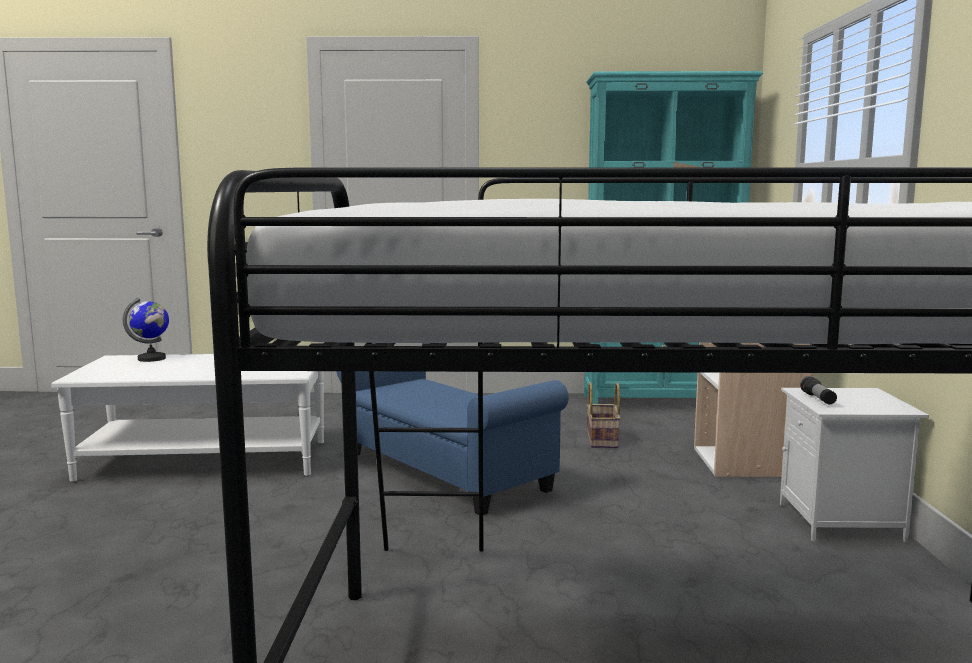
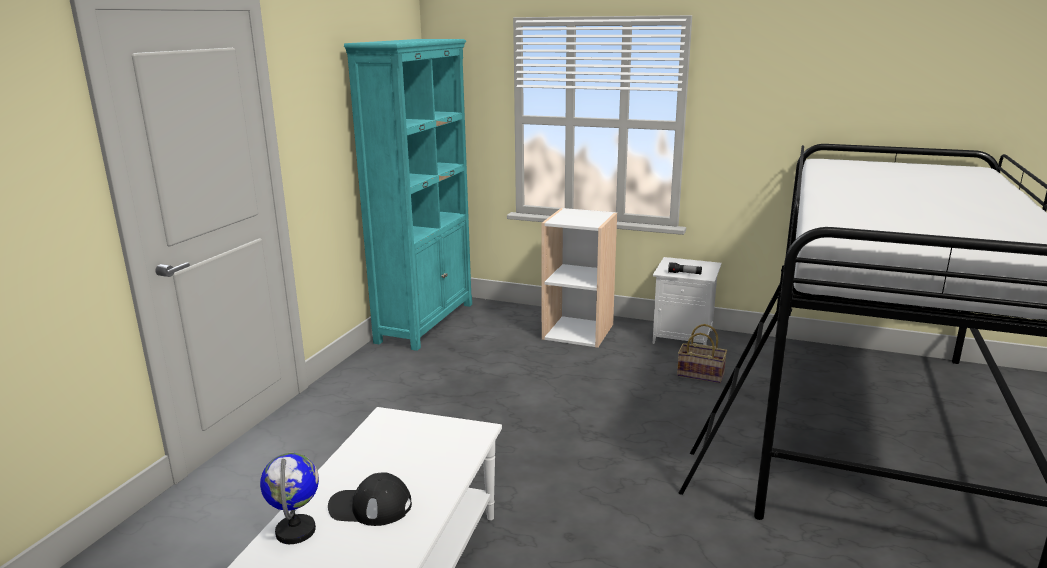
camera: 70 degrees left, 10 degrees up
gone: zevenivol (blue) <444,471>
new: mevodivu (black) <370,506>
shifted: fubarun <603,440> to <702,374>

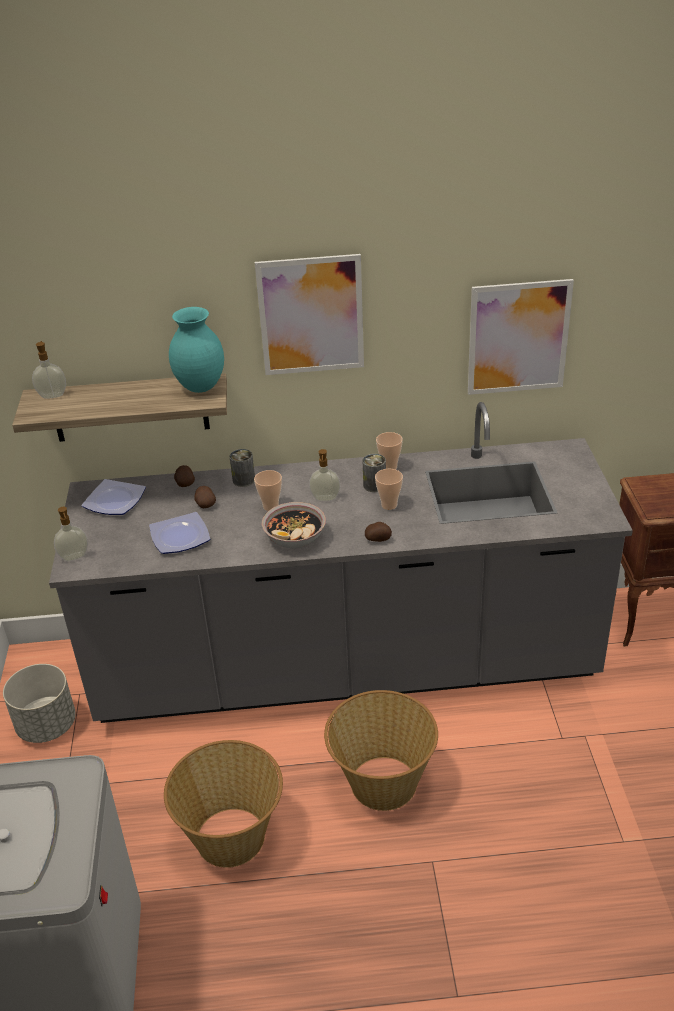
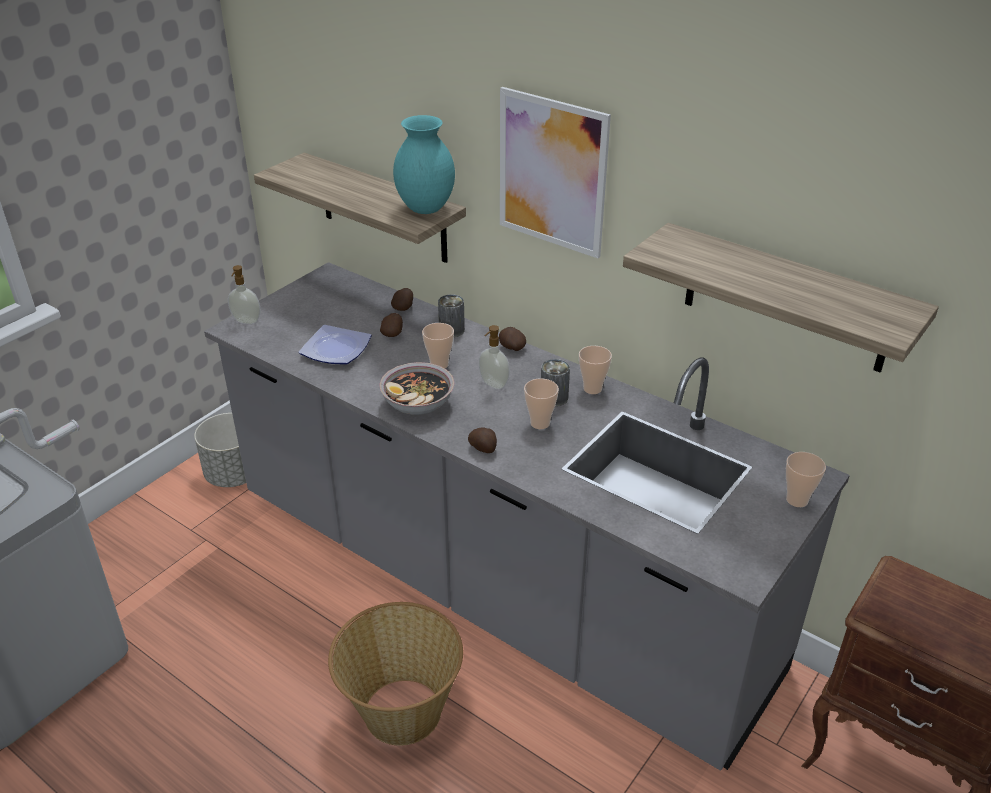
camera: 40 degrees right, 0 degrees up
gone: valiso <52,395>; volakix <116,501>; fubarun <232,837>
new: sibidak <511,348>; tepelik <797,500>
swapped: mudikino <518,337> to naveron <786,299>

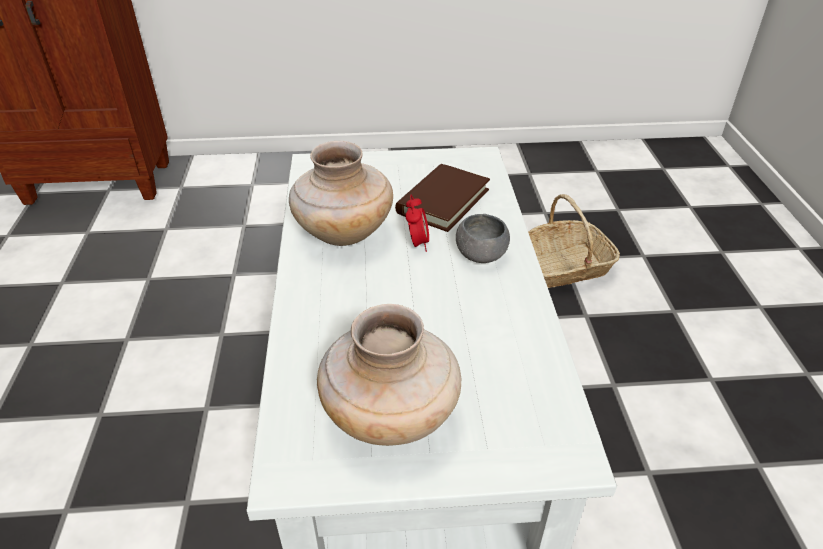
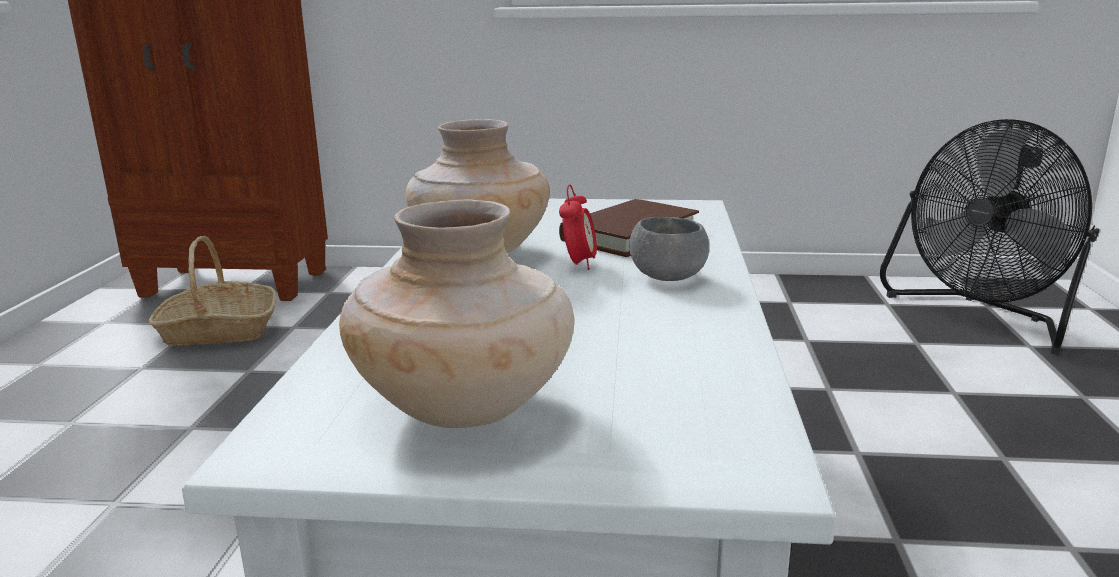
camera: 10 degrees right, 20 degrees down
new: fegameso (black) <981,313>
shifted: fubarun <563,266> to <218,331>

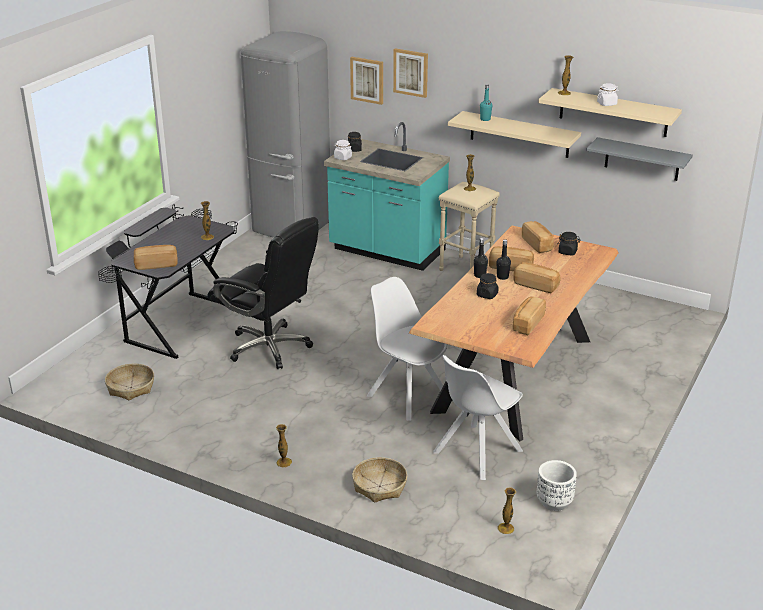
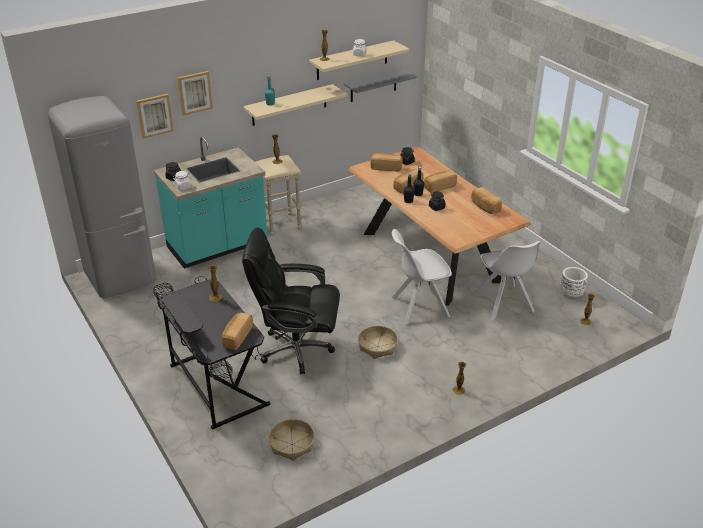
camera: 60 degrees left, 5 degrees up
shifted: fubarun <379,486> to <377,346>
rotated: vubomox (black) <267,346> = <298,349> 150 degrees counterclockwise

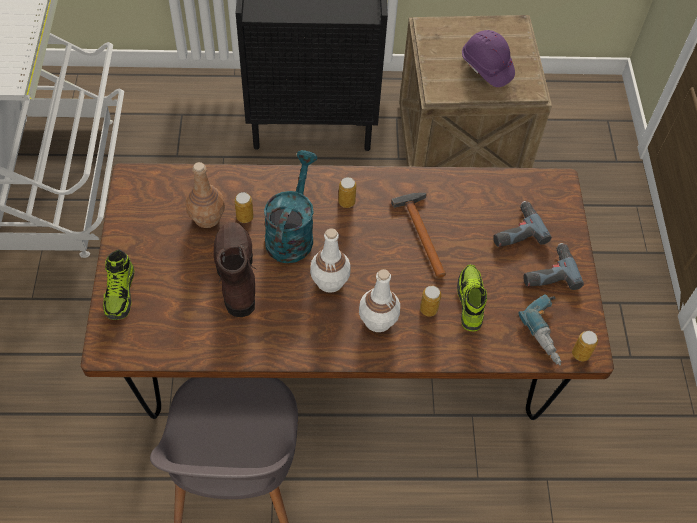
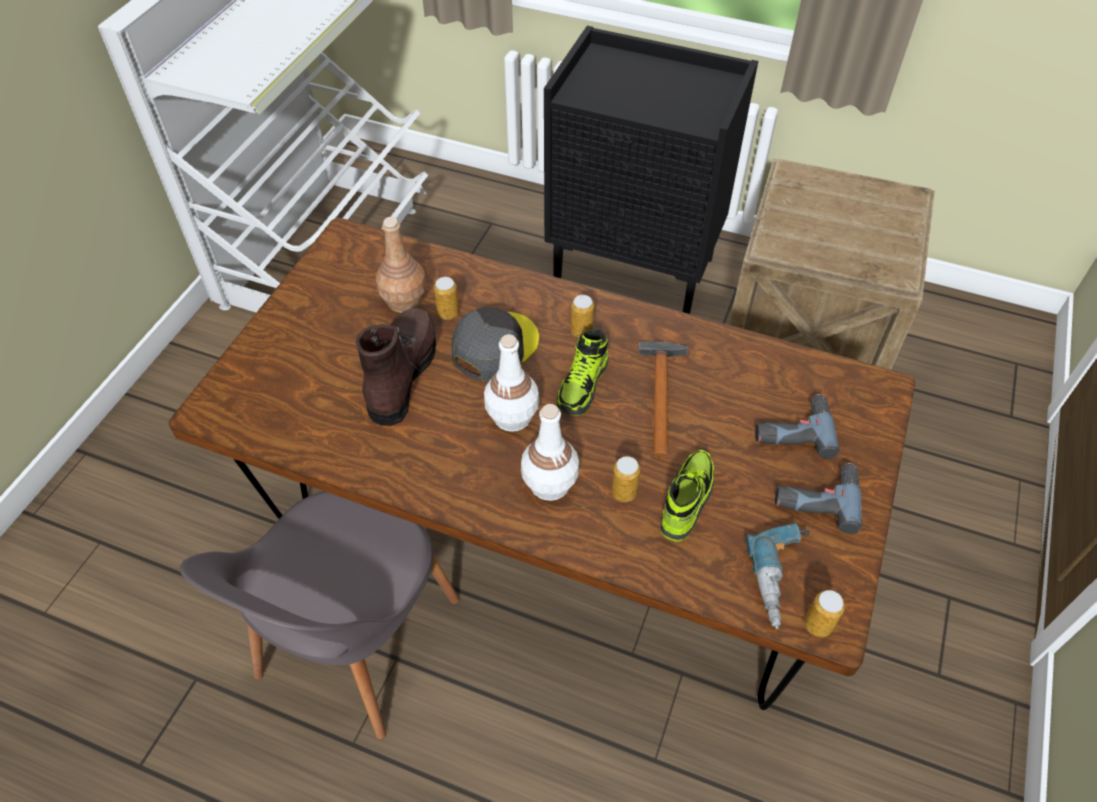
camera: 25 degrees right, 5 degrees down
gone: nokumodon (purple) <486,67>
shifted: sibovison <120,293> to <583,386>
swapped: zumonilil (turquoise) <291,233> to mevodivu (grey) <494,347>

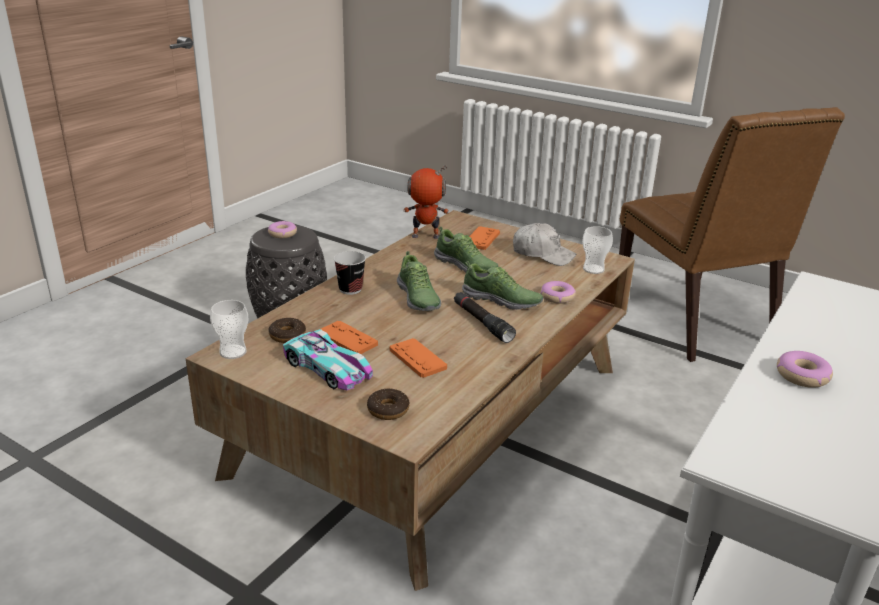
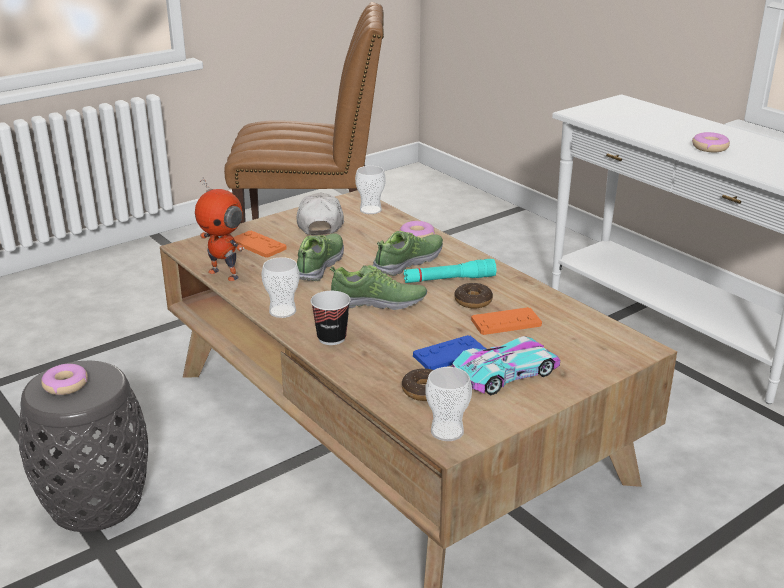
camera: 70 degrees left, 0 degrees up
new: tepelik <282,311>
shifted: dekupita <388,410> to <473,301>
repainted: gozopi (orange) <347,339> to gozopi (blue) <449,354>; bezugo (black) <482,323> to bezugo (turquoise) <449,279>
rotated: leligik <425,237> = <225,274> 75 degrees counterclockwise; sibovison <466,266> = <320,265> 45 degrees counterclockwise; mevodivu (white) <542,254> = <320,224> 45 degrees counterclockwise

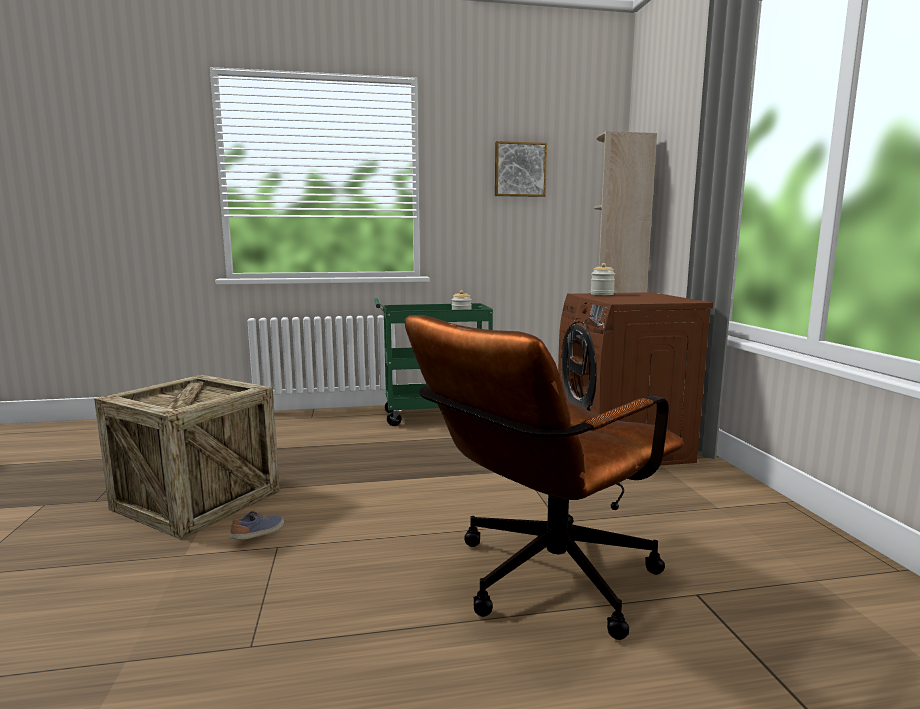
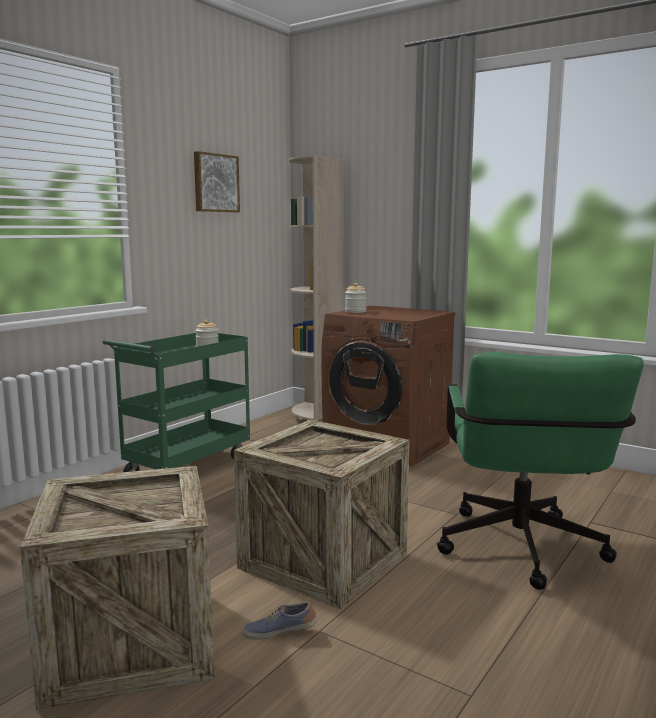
camera: 45 degrees left, 0 degrees up
new: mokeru <323,560>
repainted: vubomox (brown) <541,581> to vubomox (green) <522,554>
rotated: sibovison <259,534> = <279,632> 75 degrees counterclockwise

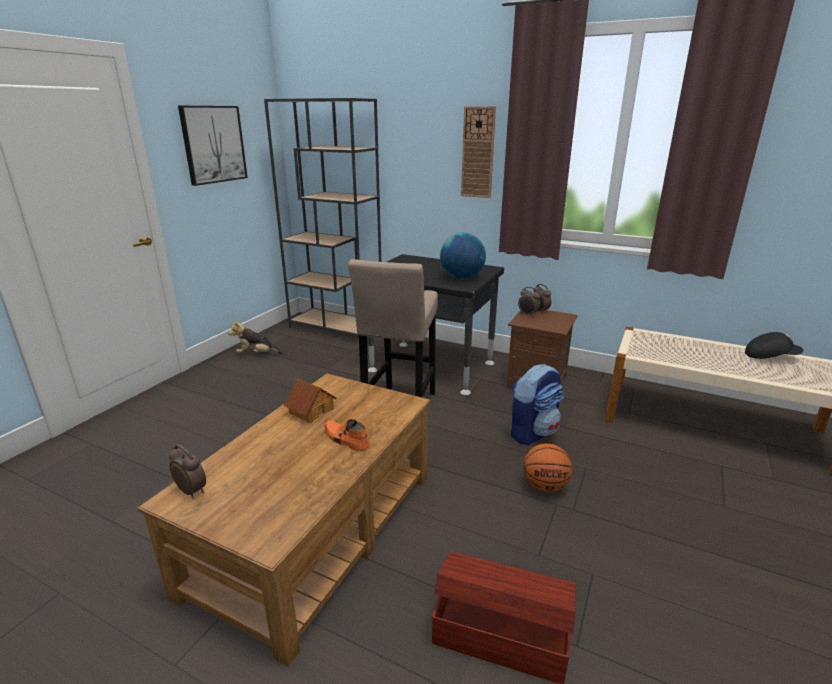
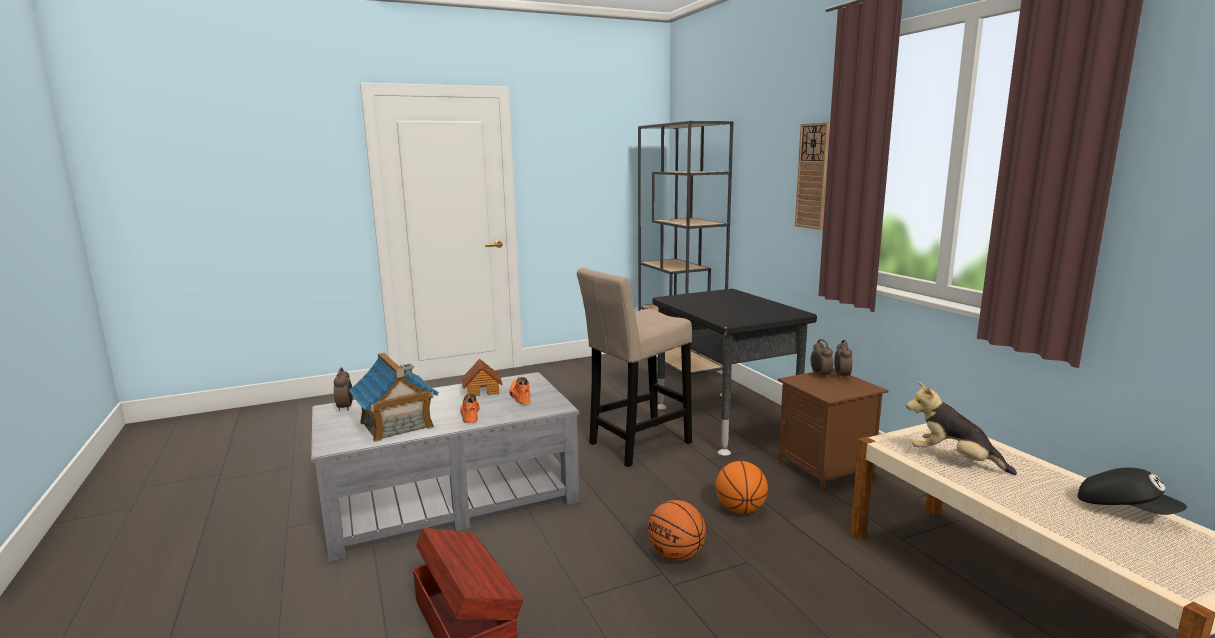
camera: 40 degrees right, 10 degrees down
gone: mudikino <213,144>; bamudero <461,277>
new: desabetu <396,425>; sibovison (orange) <520,396>
shifted: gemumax <257,354> to <953,460>
swapped: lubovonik <533,432> to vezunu <740,510>
repainted: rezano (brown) <314,530> to rezano (grey) <449,498>

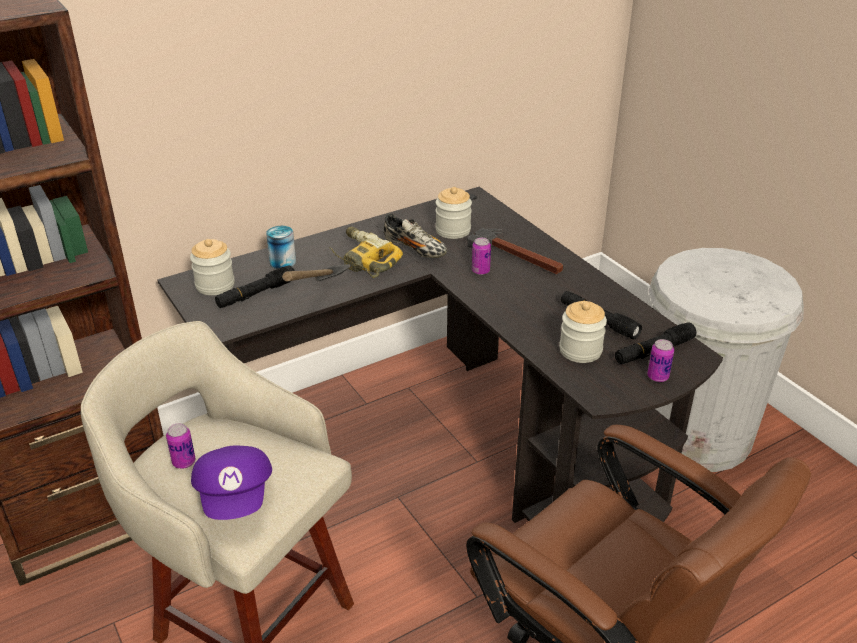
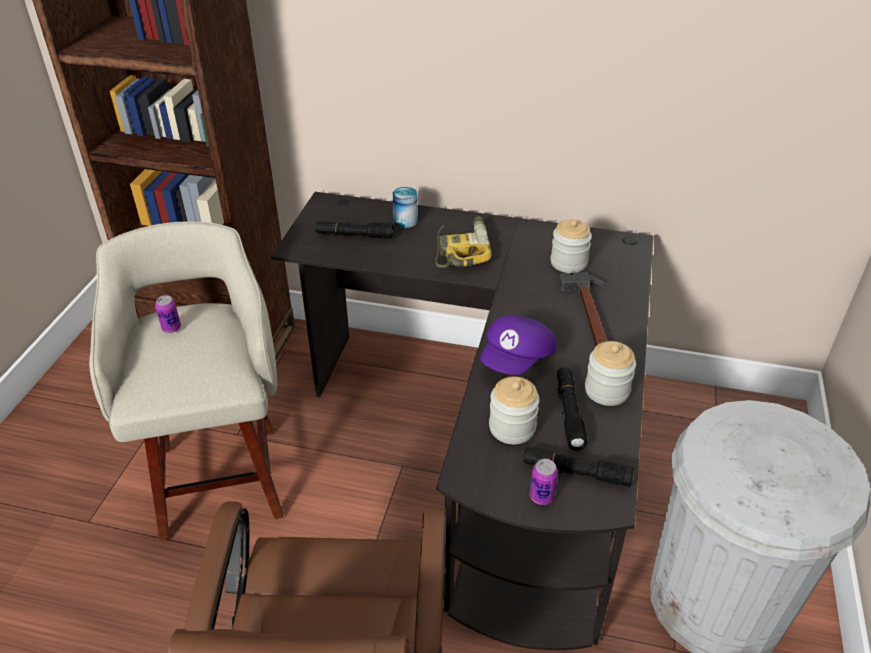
camera: 45 degrees right, 5 degrees up
gone: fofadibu <318,304>; sibovison <415,249>; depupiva <480,271>
shifted: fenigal <215,285> to <606,390>; mevodivu (purple) <236,496> to <517,359>

